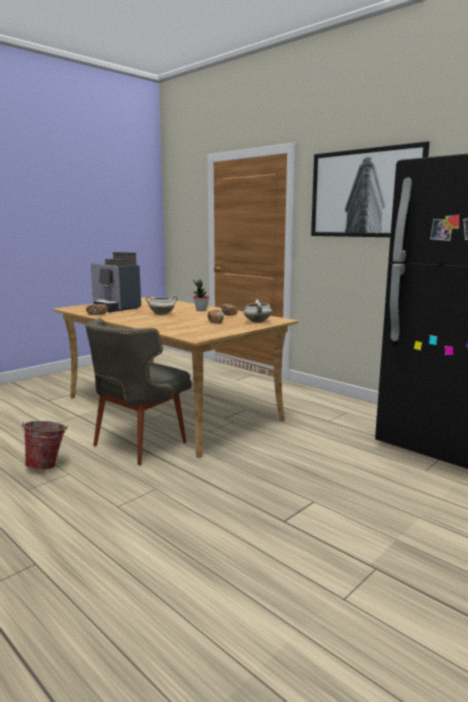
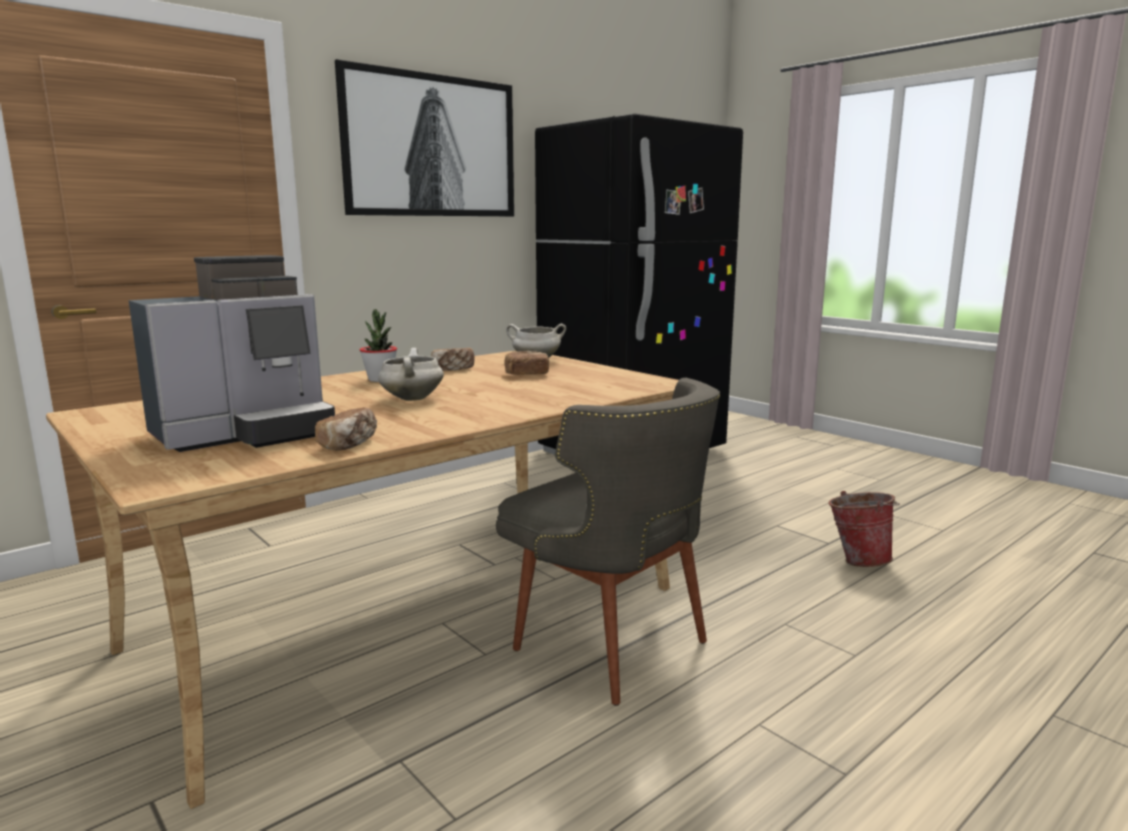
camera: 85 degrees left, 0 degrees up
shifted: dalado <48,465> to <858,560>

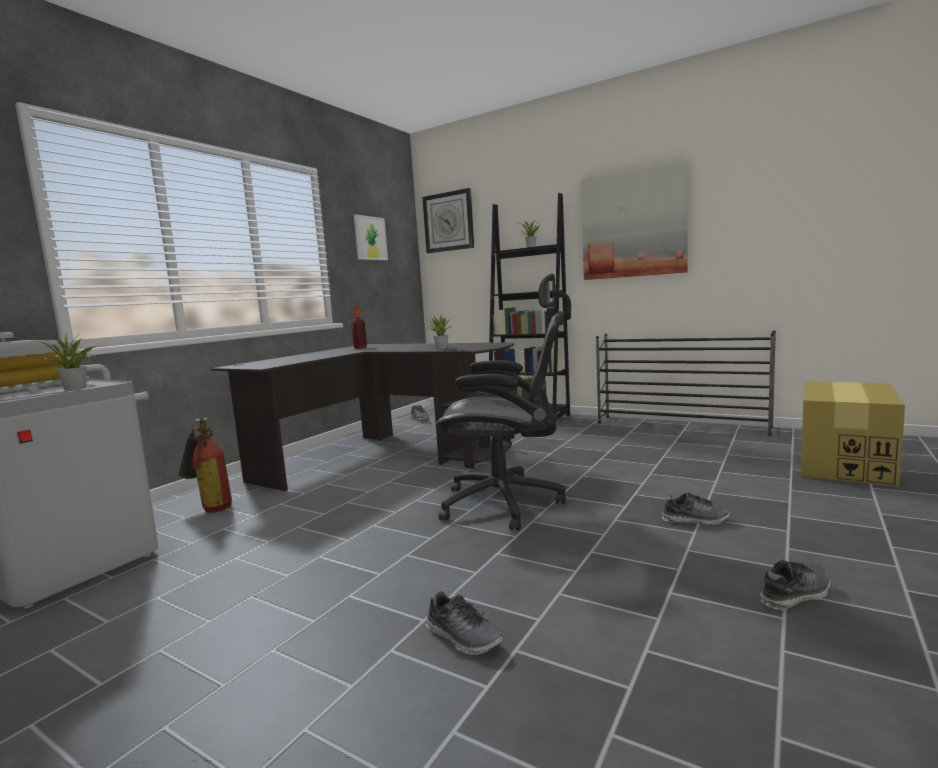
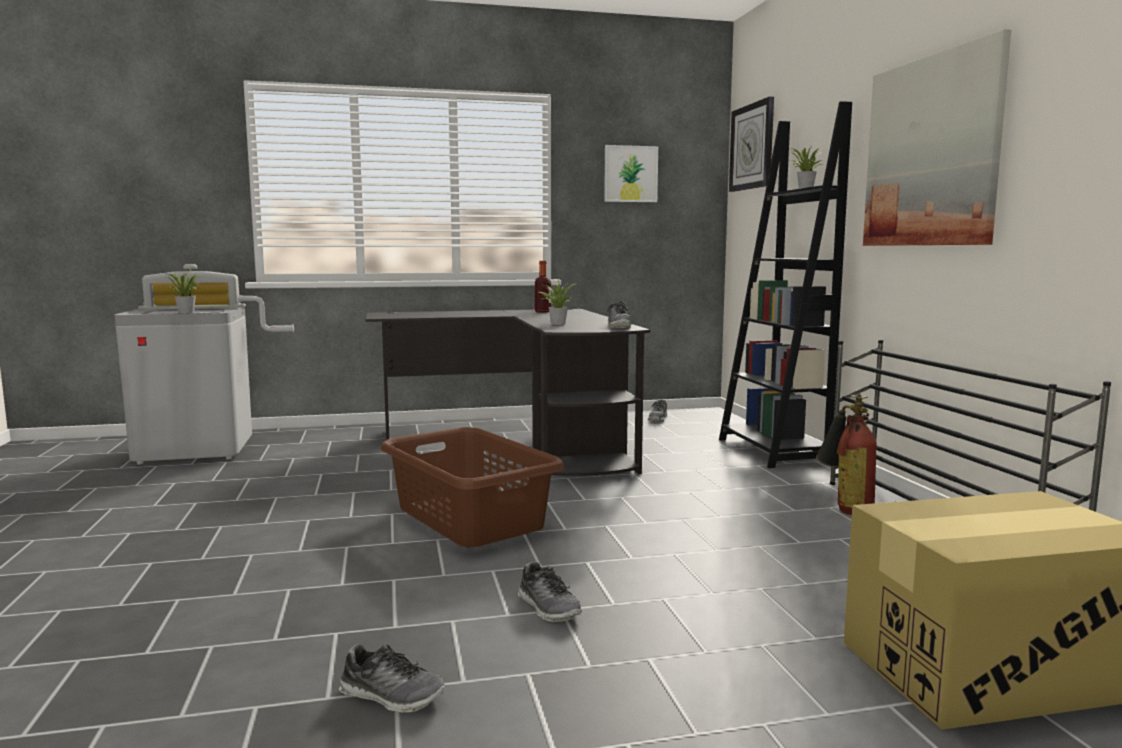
camera: 45 degrees right, 0 degrees up
shifted: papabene <209,507> to <845,507>; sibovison <463,637> to <619,326>
swapped: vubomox <507,503> to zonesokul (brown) <468,518>

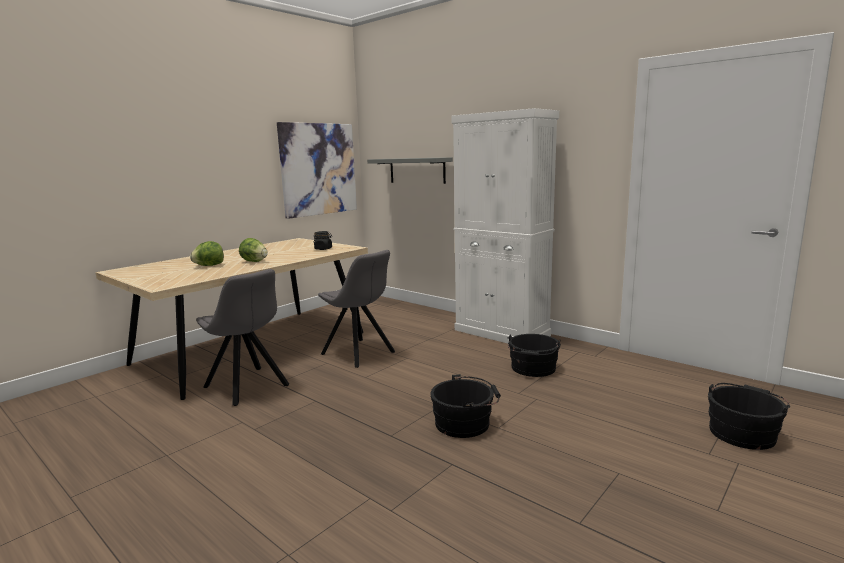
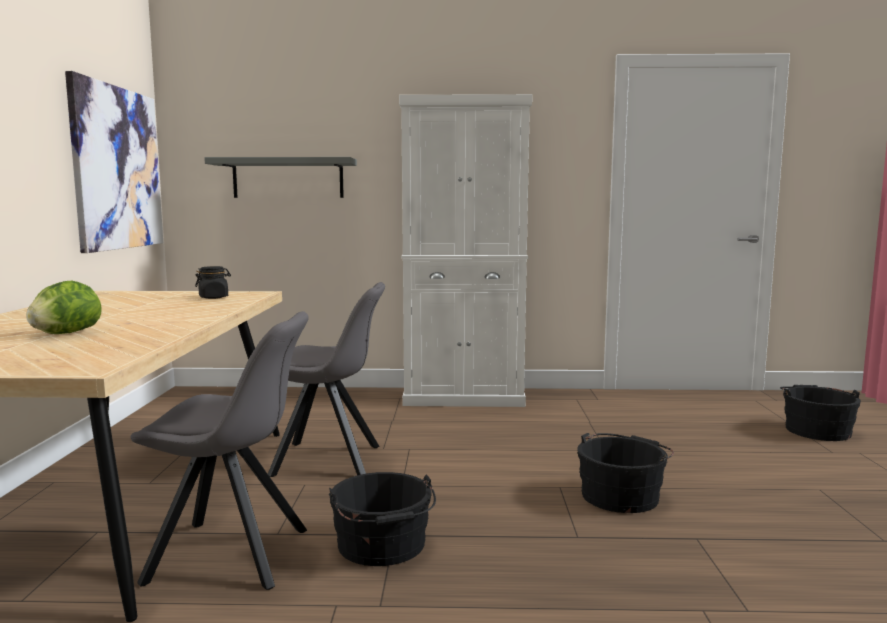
camera: 40 degrees left, 5 degrees down
gone: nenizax <254,261>
shifted: dalado (black) <533,369> to <383,546>

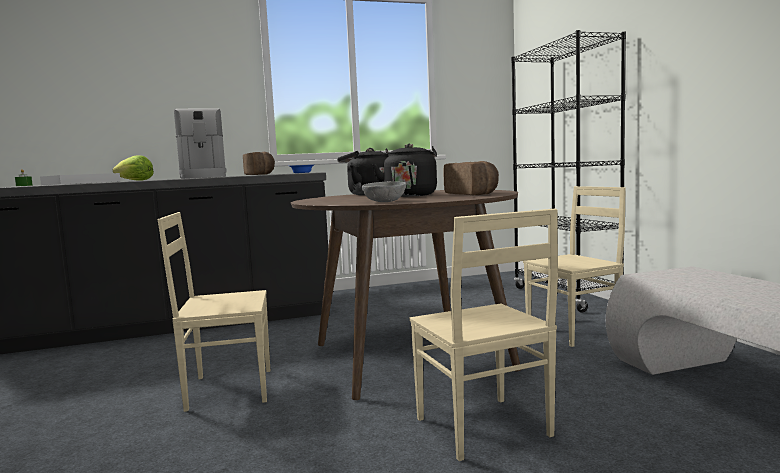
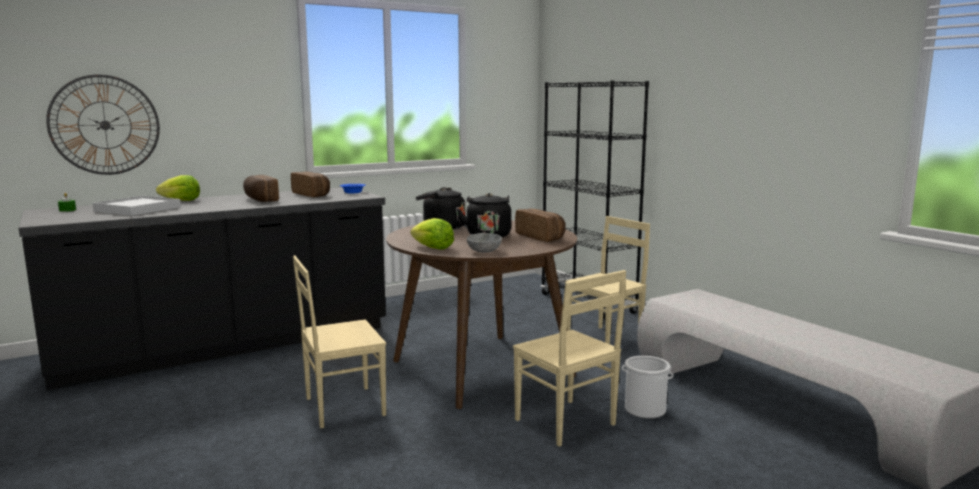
camera: 15 degrees left, 5 degrees up
new: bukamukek <105,125>; nenizax <432,248>; dalado <645,410>
swapped: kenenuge <203,177> to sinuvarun <259,199>

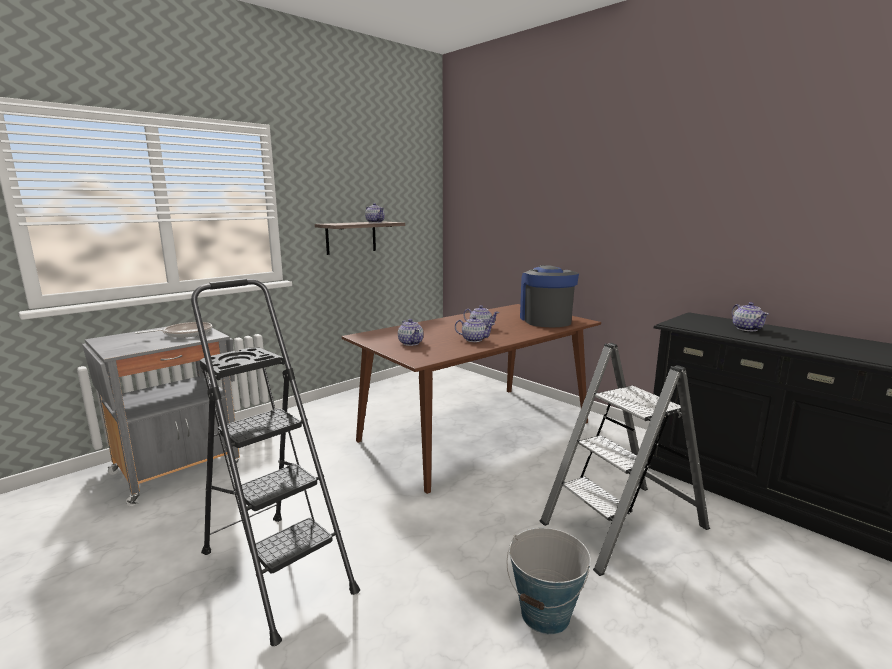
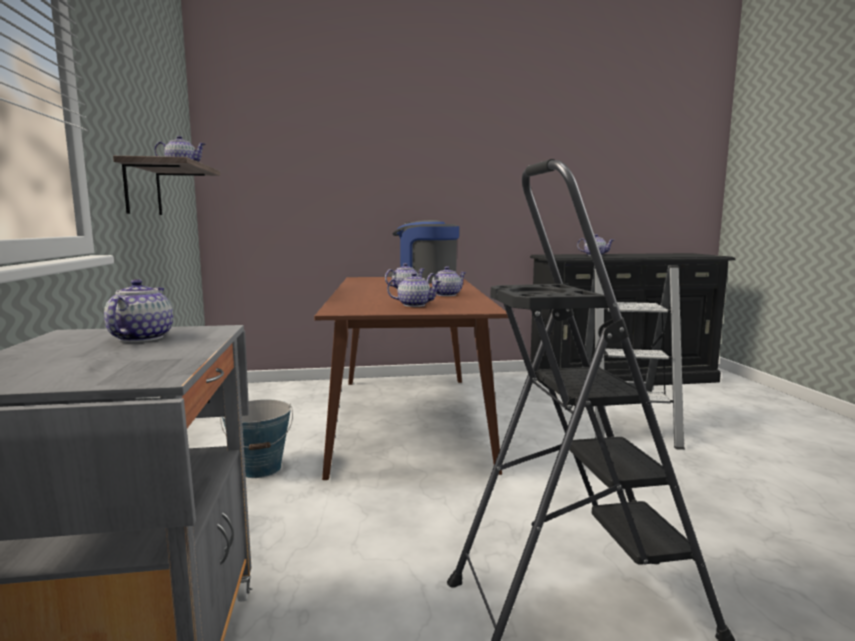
camera: 55 degrees left, 5 degrees down
shifted: dalado <545,614> to <260,468>
swapped: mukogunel <185,334> to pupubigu <140,338>

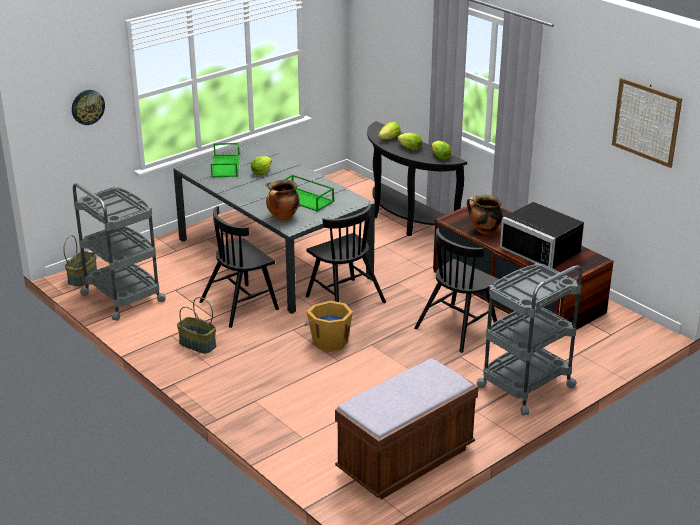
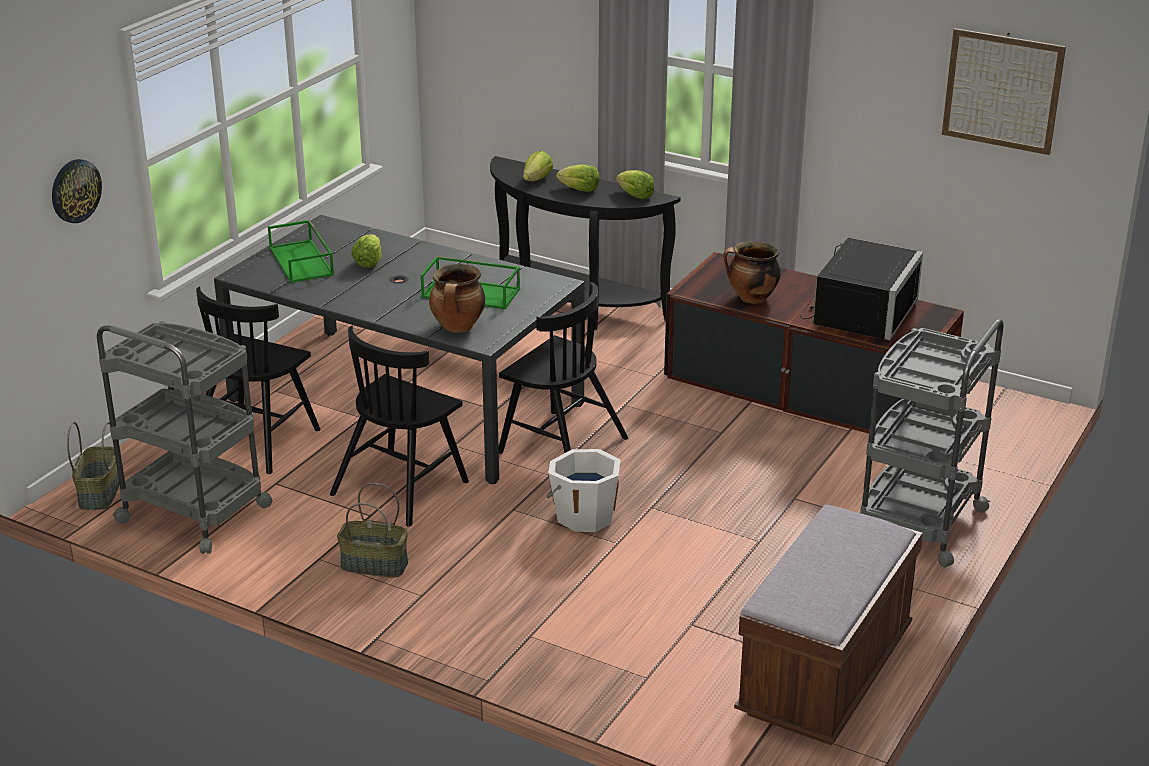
camera: 20 degrees left, 0 degrees up
shifted: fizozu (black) <459,326> to <258,437>
repainted: dalado (orange) <329,341> to dalado (white) <584,516>
rotated: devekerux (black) <543,250> = <857,313> 90 degrees counterclockwise

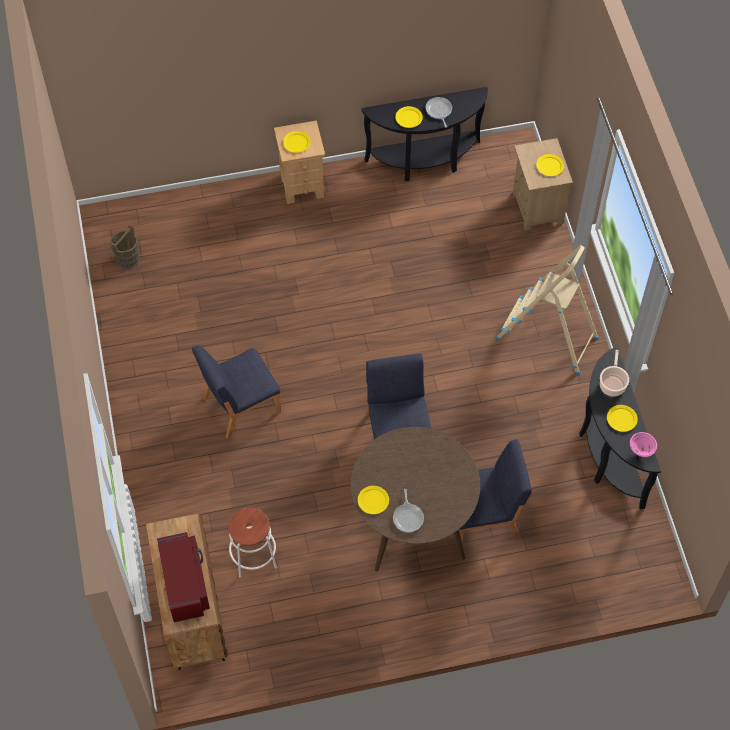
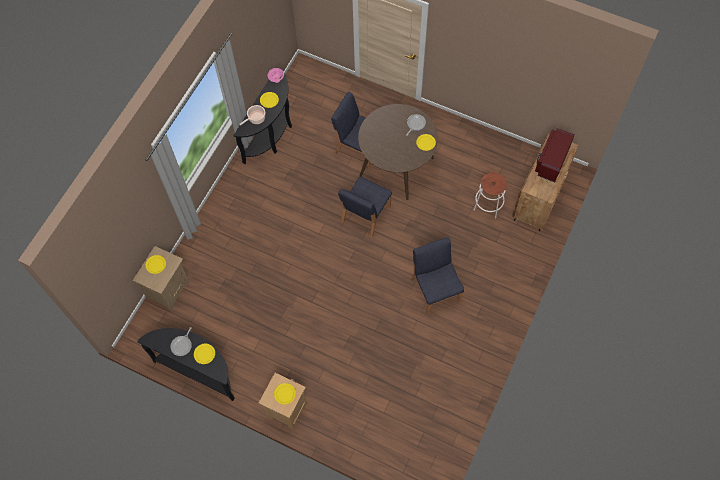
camera: 140 degrees left, 5 degrees up
gone: dalado (brown) <128,259>; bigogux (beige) <546,337>
rotated: fizozu (blue) <240,405> = <435,289> 120 degrees counterclockwise

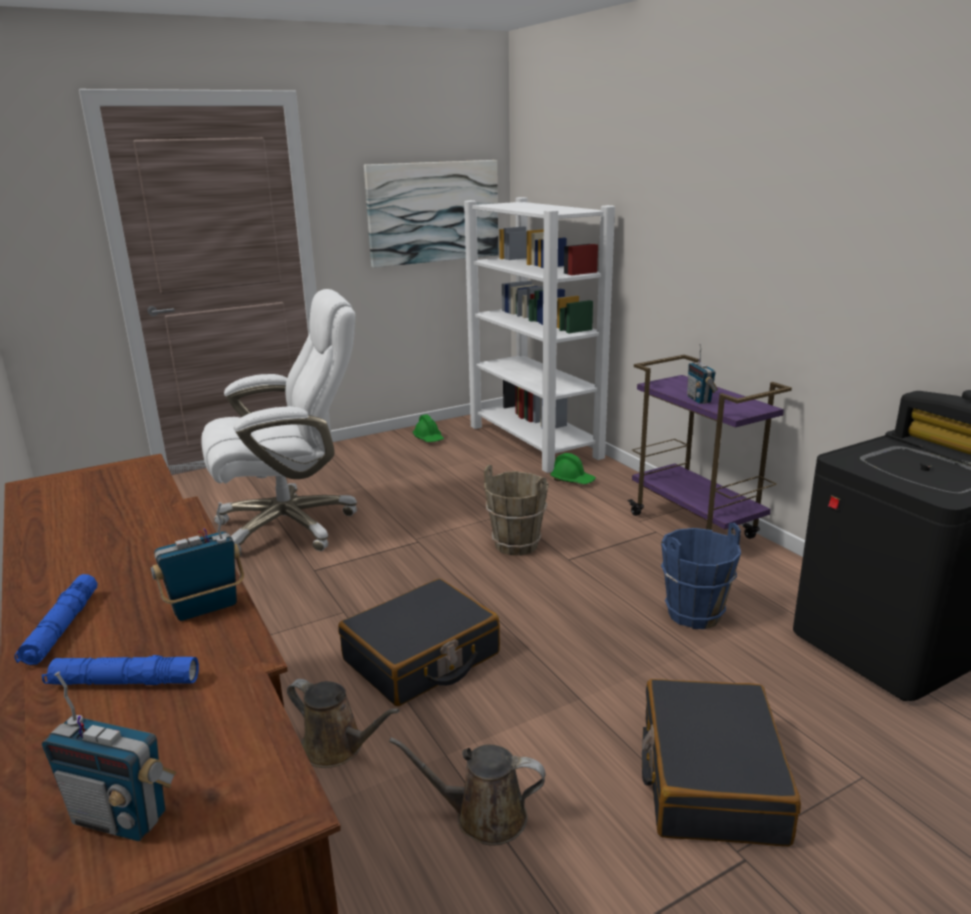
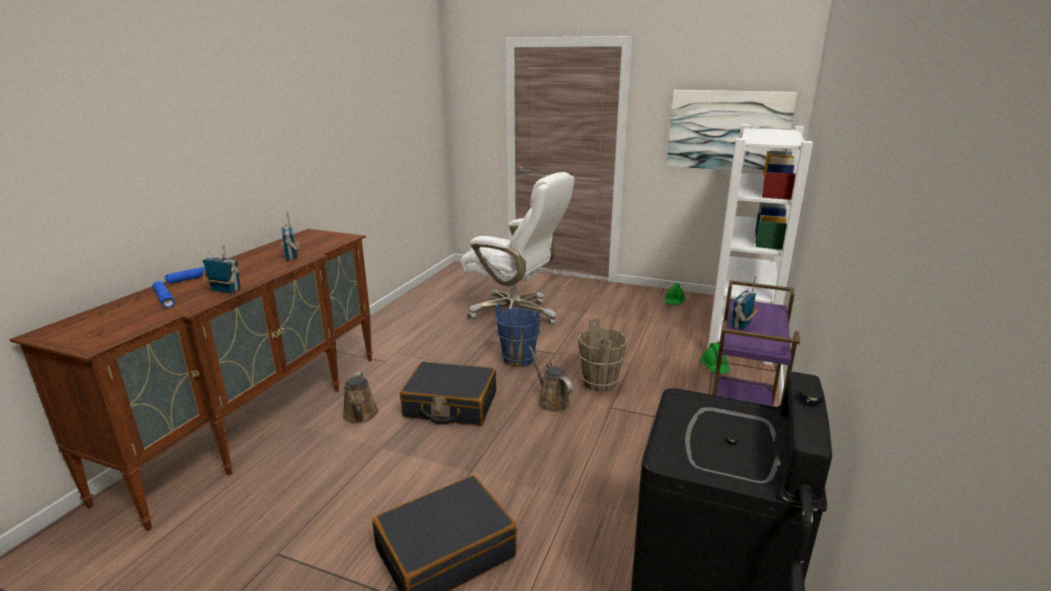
camera: 50 degrees right, 0 degrees up
shifted: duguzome <121,817> to <291,256>; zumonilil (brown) <483,816> to <552,401>; dalado (blue) <693,614> to <518,359>

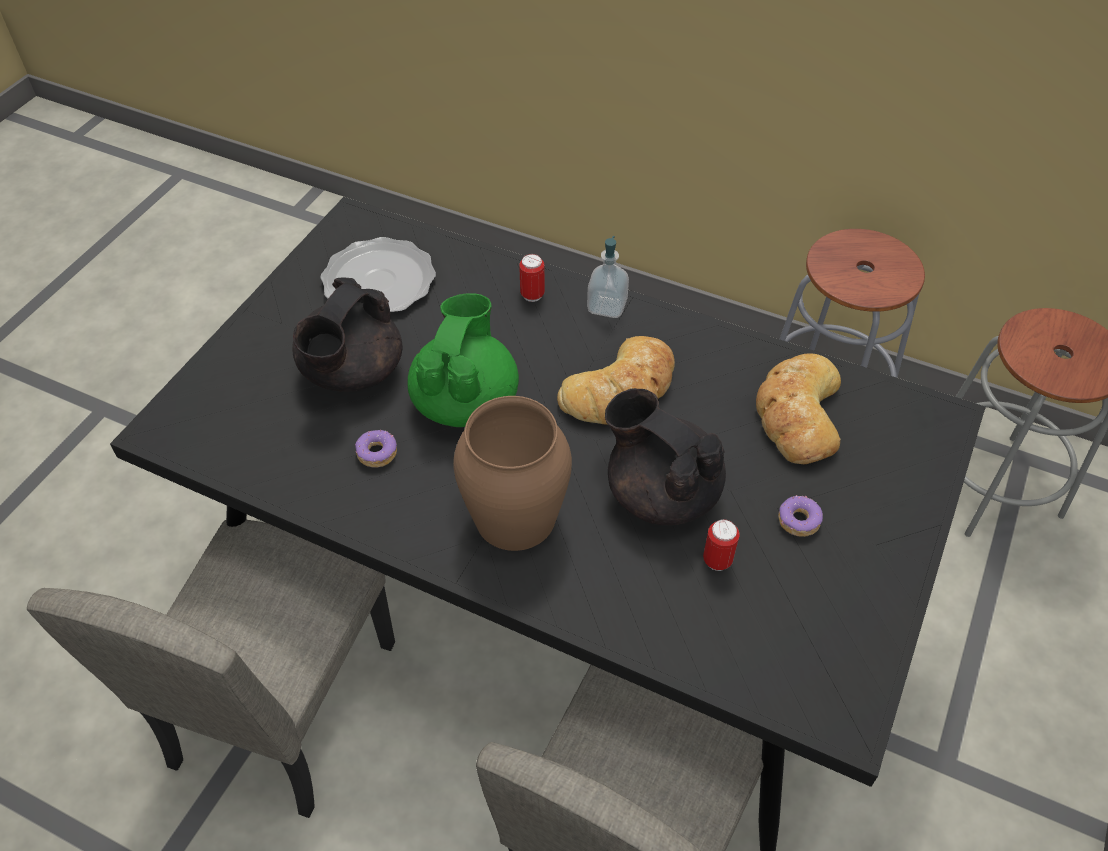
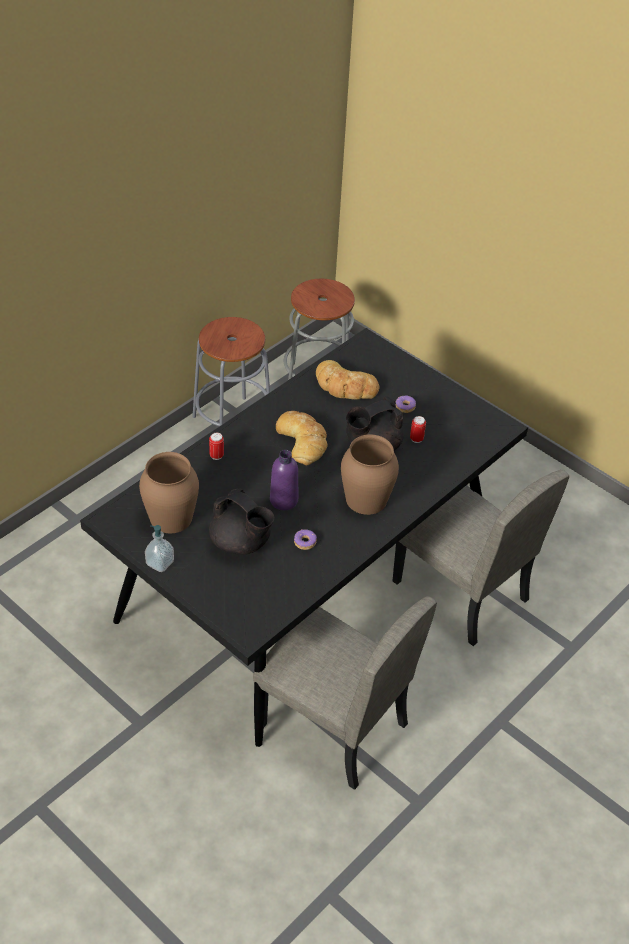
camera: 75 degrees left, 5 degrees down
shifted: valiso <607,306> to <160,563>
swapped: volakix <379,281> to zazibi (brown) <171,517>; pupubigu (green) <465,401> to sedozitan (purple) <284,500>

